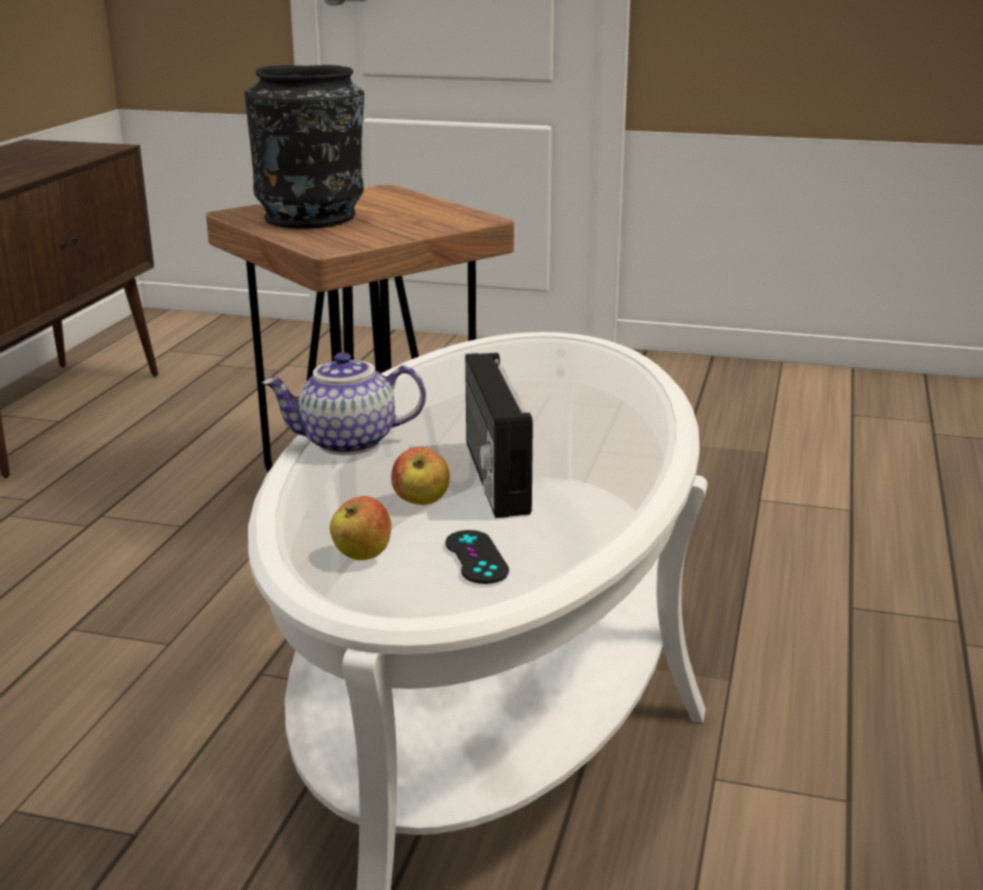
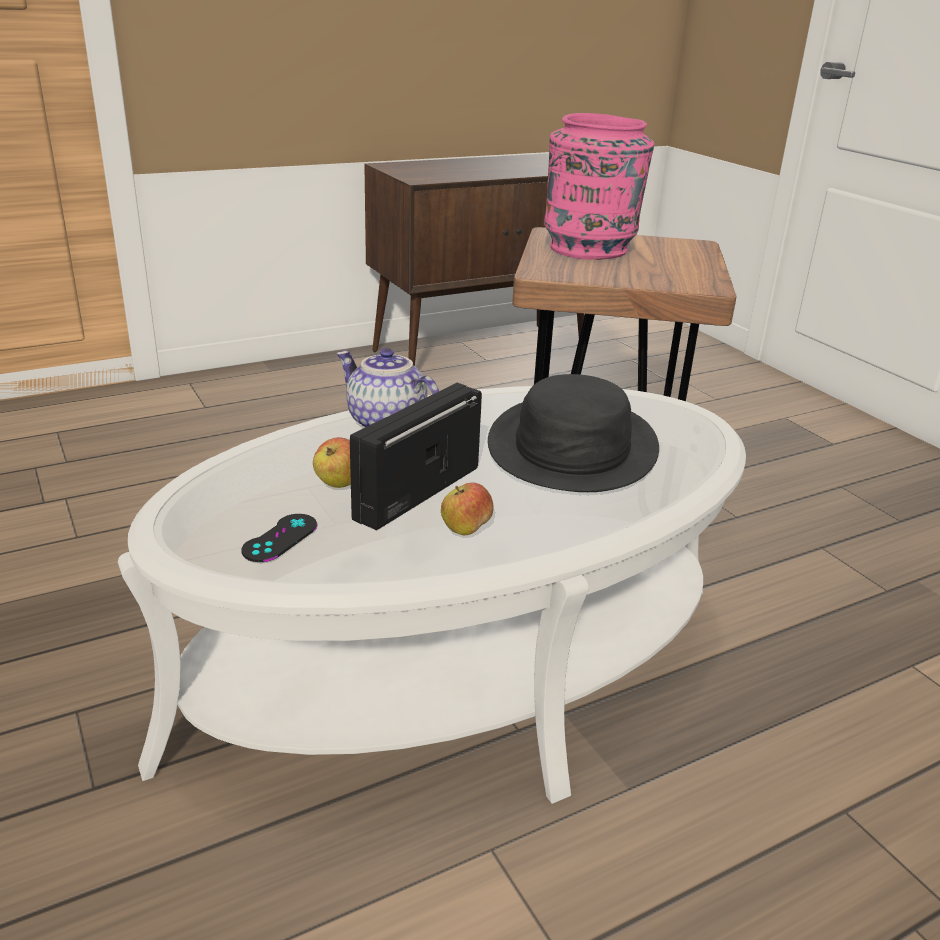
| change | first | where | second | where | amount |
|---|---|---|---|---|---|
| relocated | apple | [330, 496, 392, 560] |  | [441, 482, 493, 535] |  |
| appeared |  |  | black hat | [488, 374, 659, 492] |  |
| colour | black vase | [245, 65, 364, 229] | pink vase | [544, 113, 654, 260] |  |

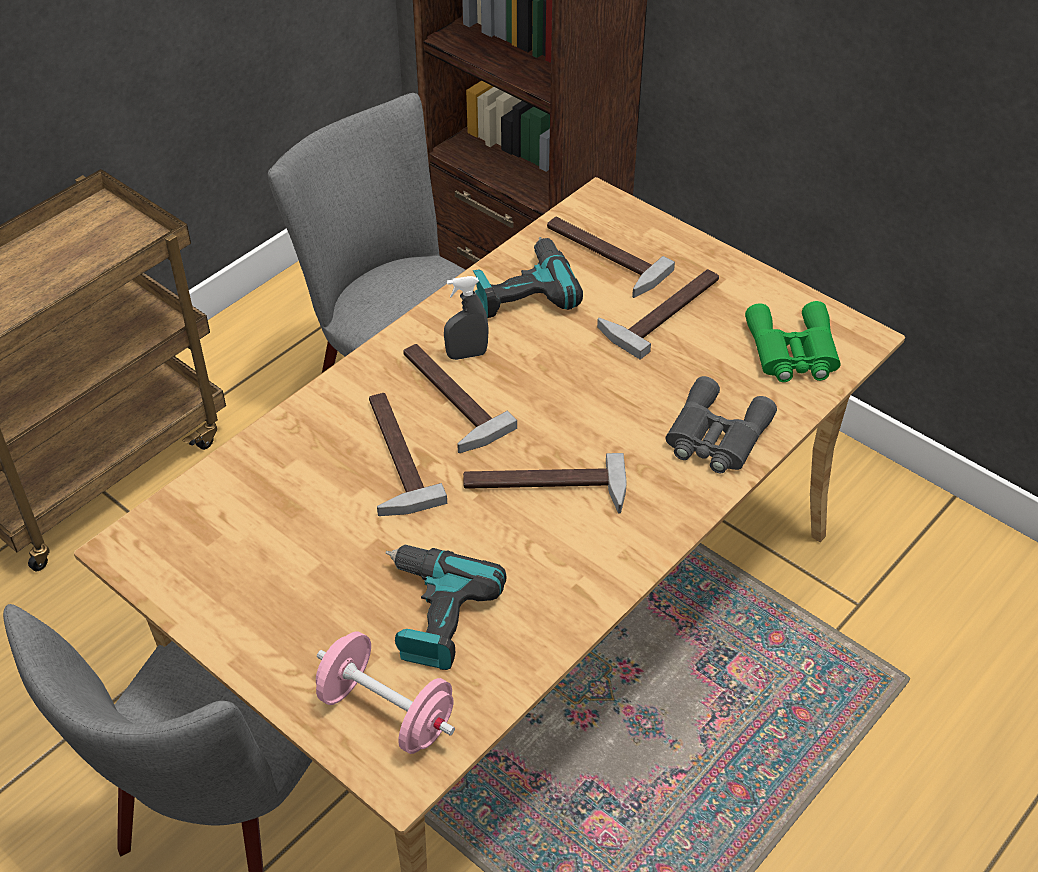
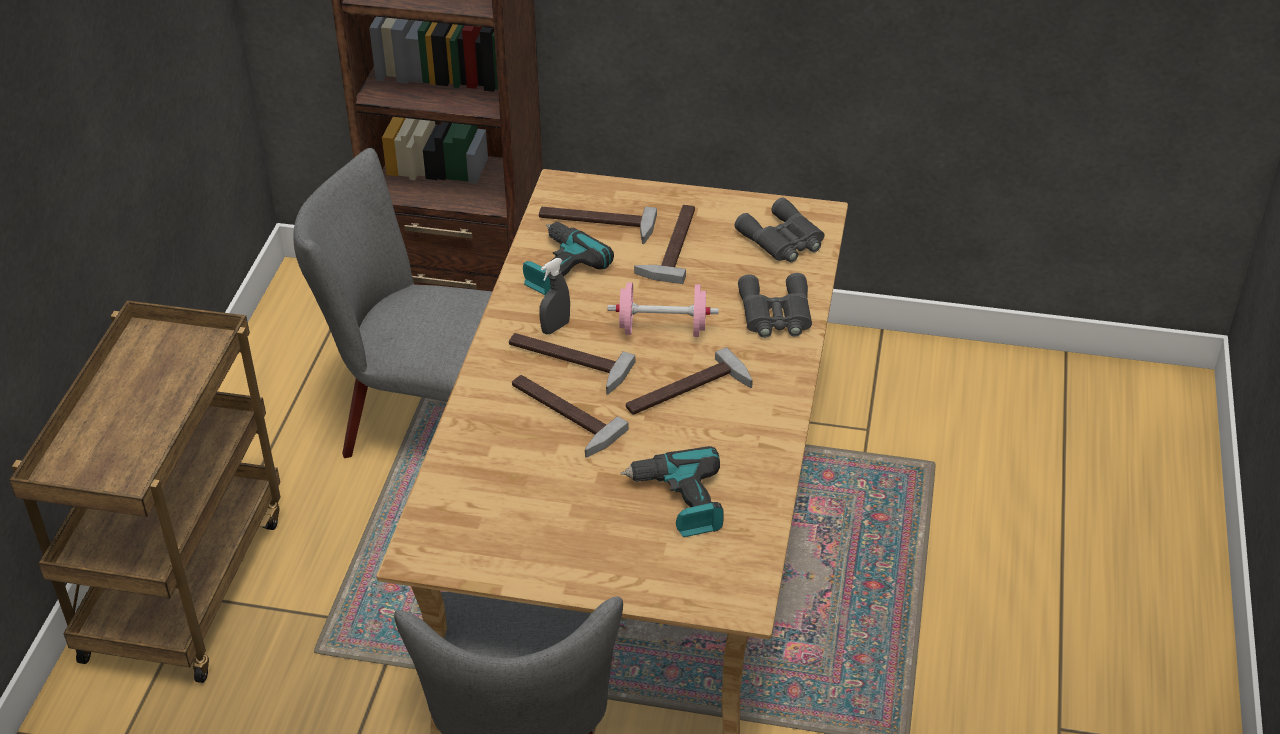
| change | first | where | second | where | amount |
|---|---|---|---|---|---|
| relocated | pink dumbbell | [316, 631, 455, 754] |  | [608, 282, 719, 337] |  |
| colour | green binoculars | [745, 301, 841, 382] | grey binoculars | [735, 198, 825, 262] |  |

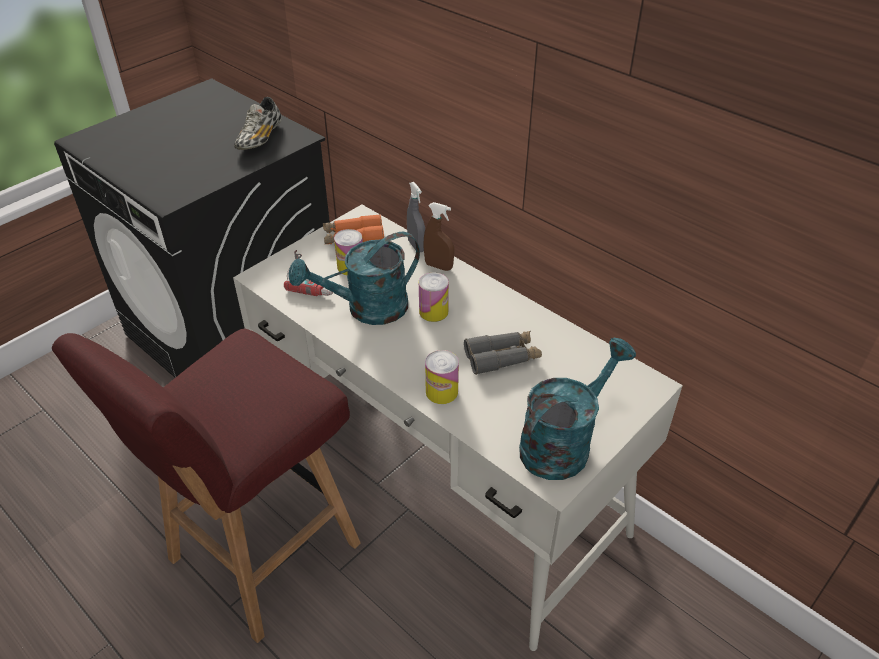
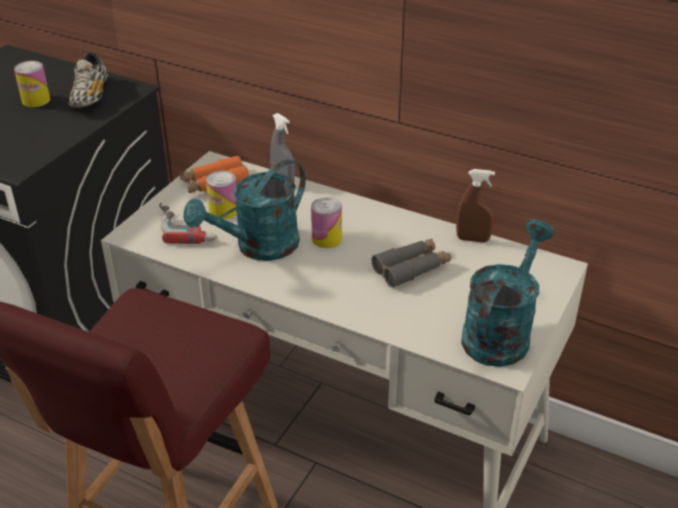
| change | first | where | second | where | amount |
|---|---|---|---|---|---|
| relocated | can | [425, 350, 459, 404] |  | [14, 61, 50, 107] |  |
| relocated | brown spray bottle | [423, 202, 454, 271] |  | [456, 169, 495, 243] |  |

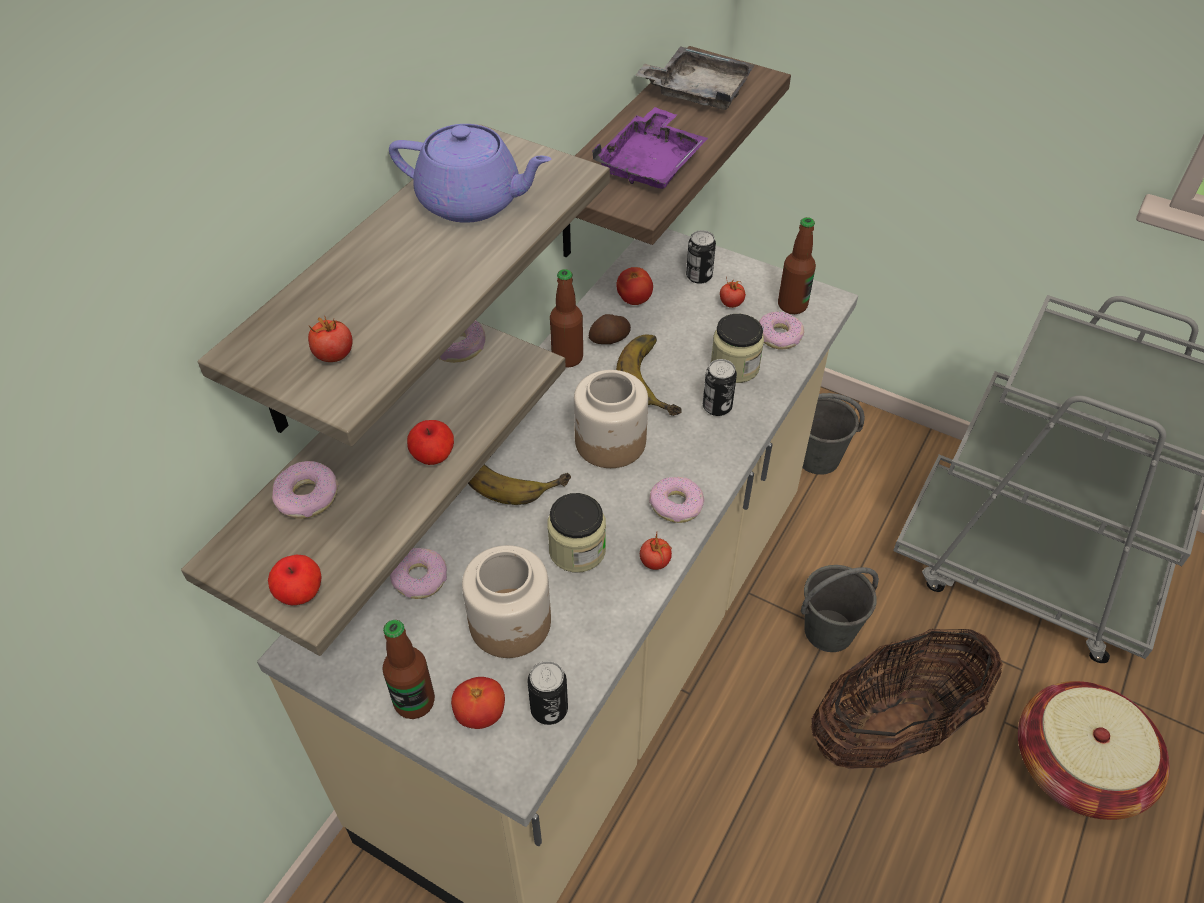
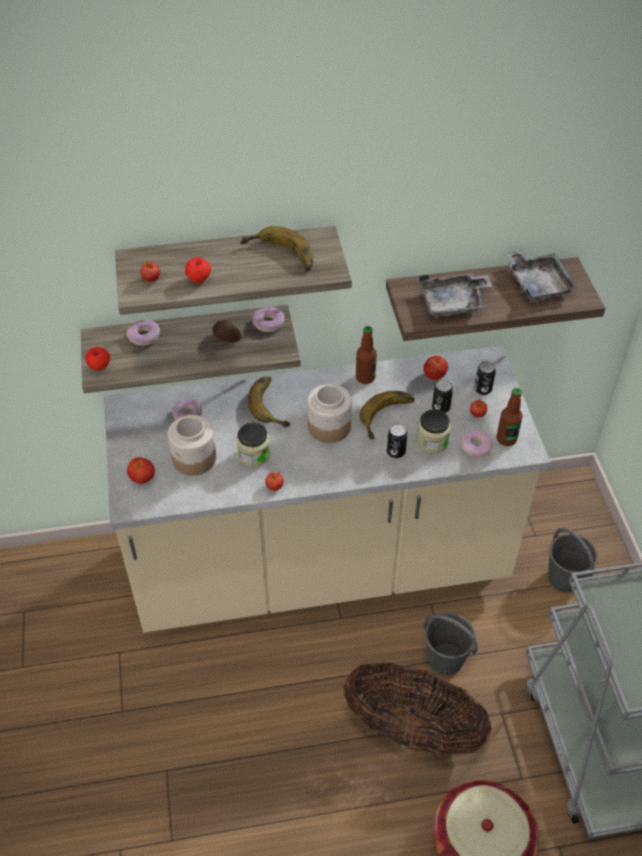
| change | first | where | second | where | amount |
|---|---|---|---|---|---|
| relocated | apple | [407, 420, 454, 465] |  | [185, 258, 211, 283] |  |
| relocated | potato | [589, 314, 631, 344] |  | [213, 320, 241, 342] |  |
| exchanged | purple teapot | [389, 124, 552, 223] | banana | [240, 226, 313, 271] |  |
| colour | purple tray | [592, 107, 708, 189] | grey tray | [419, 273, 492, 317] |  |
| relocated | can | [527, 661, 568, 725] |  | [432, 379, 453, 413] |  |
| missing | bottle | [382, 620, 435, 719] |  |  |  |
| missing | donut | [649, 477, 704, 523] |  |  |  |

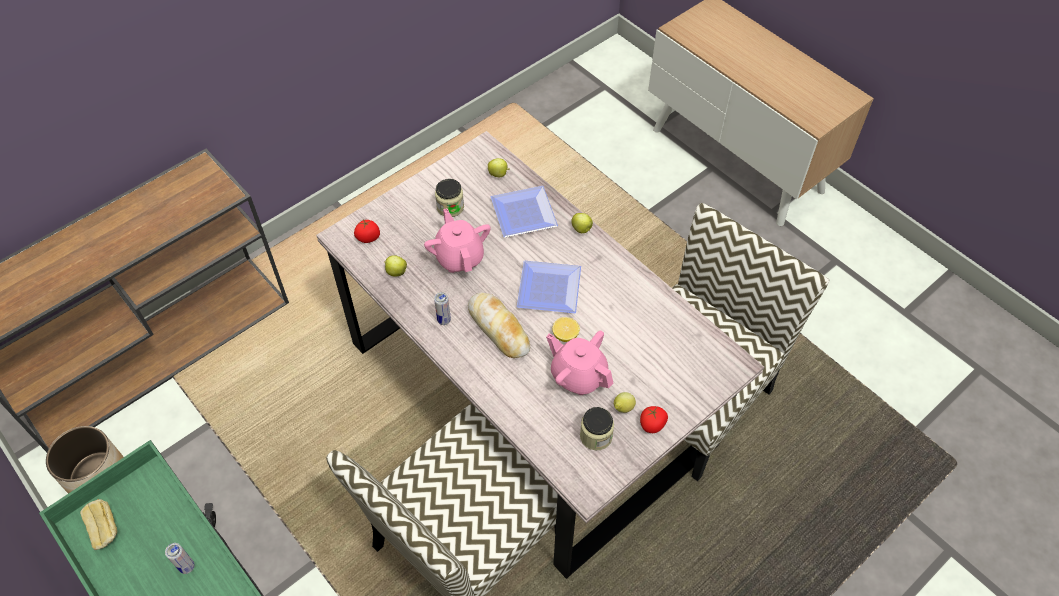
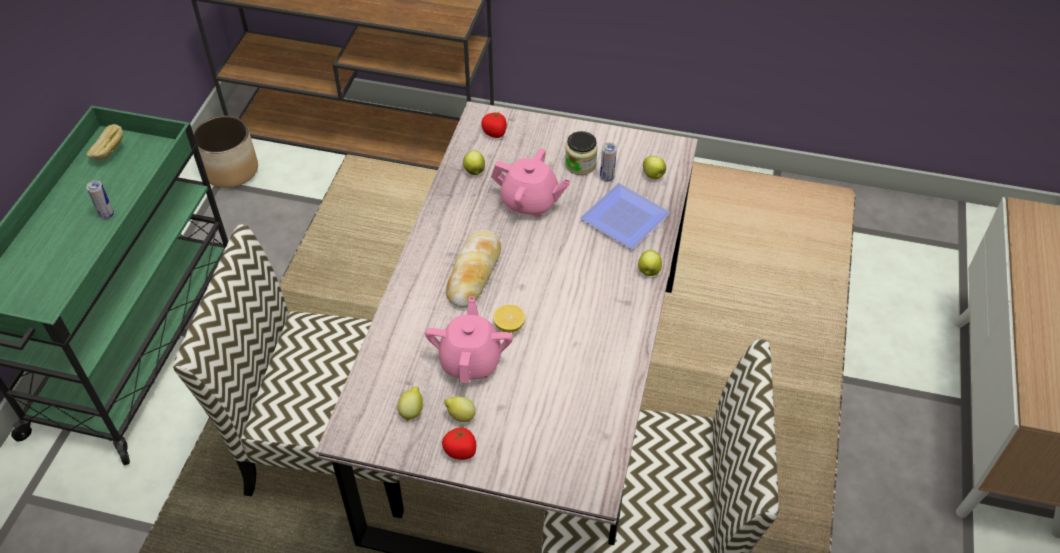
| change | first | where | second | where | amount |
|---|---|---|---|---|---|
| exchanged | jar | [580, 407, 614, 450] | lemon | [398, 386, 423, 421] |  |
| spun | pink teapot | [424, 208, 491, 273] |  | [491, 148, 571, 217] | 75 degrees clockwise |
| relocated | can | [434, 292, 451, 325] |  | [600, 142, 617, 182] |  |
| missing | plate | [517, 261, 581, 313] |  |  |  |

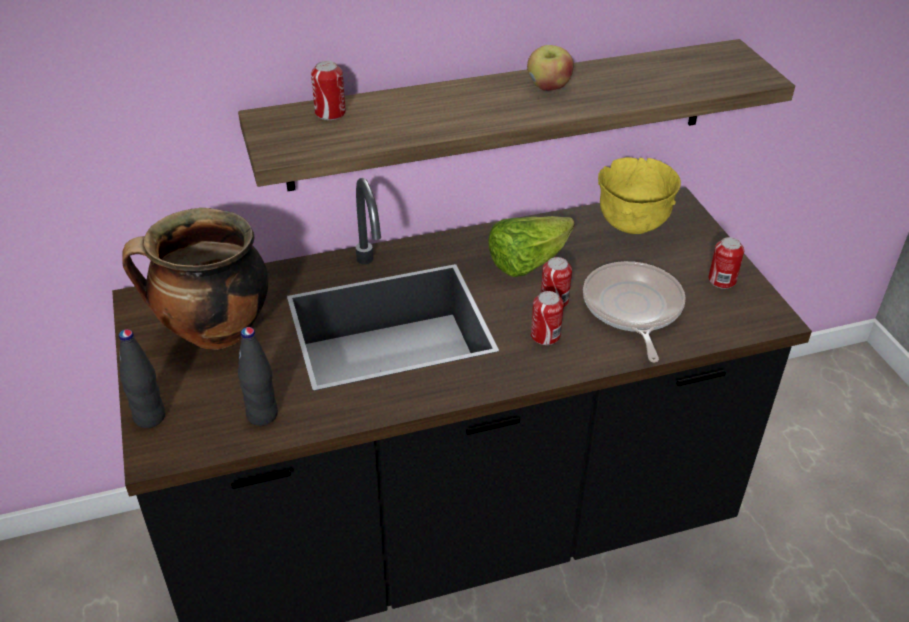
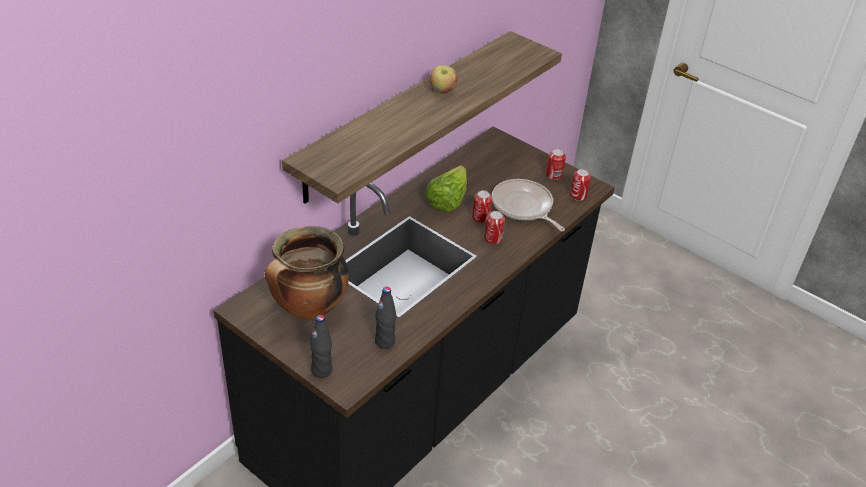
| change | first | where | second | where | amount |
|---|---|---|---|---|---|
| relocated | can | [311, 61, 346, 120] |  | [570, 169, 591, 201] |  |
| missing | yellow bowl | [598, 157, 681, 234] |  |  |  |

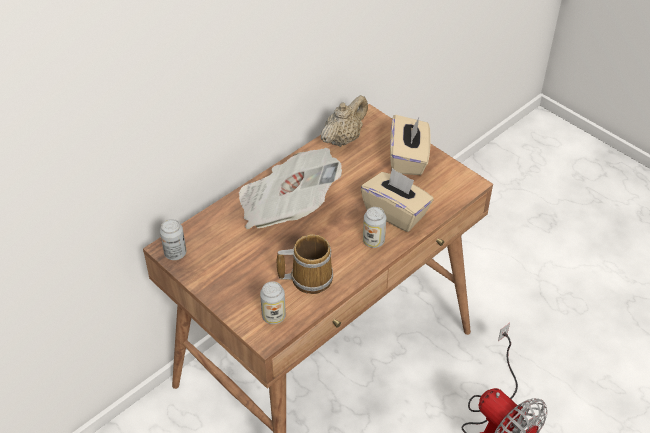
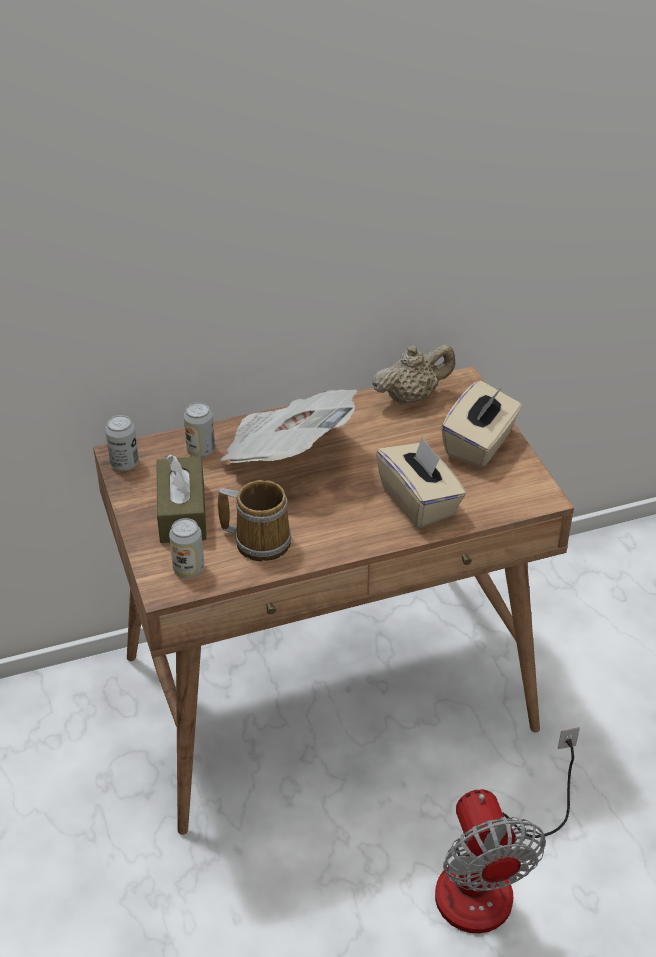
| change | first | where | second | where | amount |
|---|---|---|---|---|---|
| appeared |  |  | brown tissue box | [157, 454, 207, 543] |  |
| relocated | can | [363, 207, 386, 248] |  | [184, 402, 215, 457] |  |

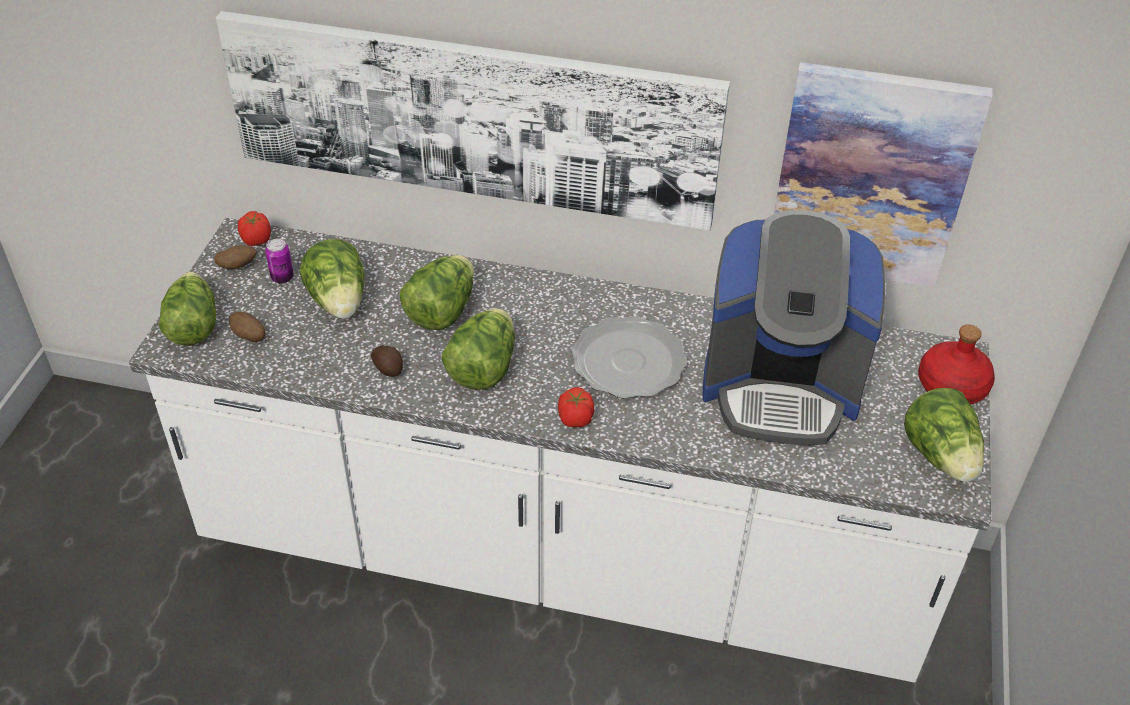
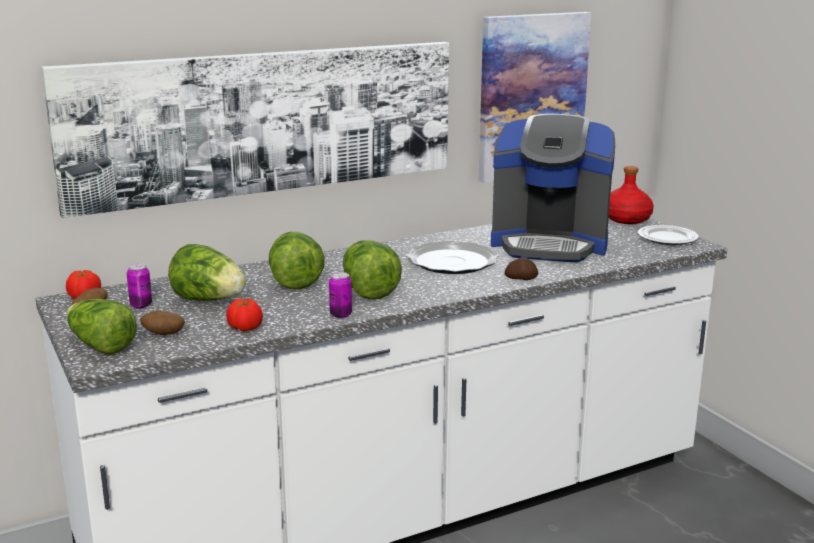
| change | first | where | second | where | amount |
|---|---|---|---|---|---|
| relocated | tomato | [558, 387, 594, 427] |  | [226, 298, 263, 331] |  |
| appeared |  |  | can | [329, 272, 352, 318] |  |
| spun | coffee machine | [703, 210, 885, 445] |  | [491, 114, 615, 262] | 45 degrees clockwise |
| relocated | potato | [371, 345, 403, 377] |  | [505, 257, 538, 280] |  |
| exchanged | lettuce | [904, 388, 984, 482] | plate | [638, 225, 699, 245] |  |

